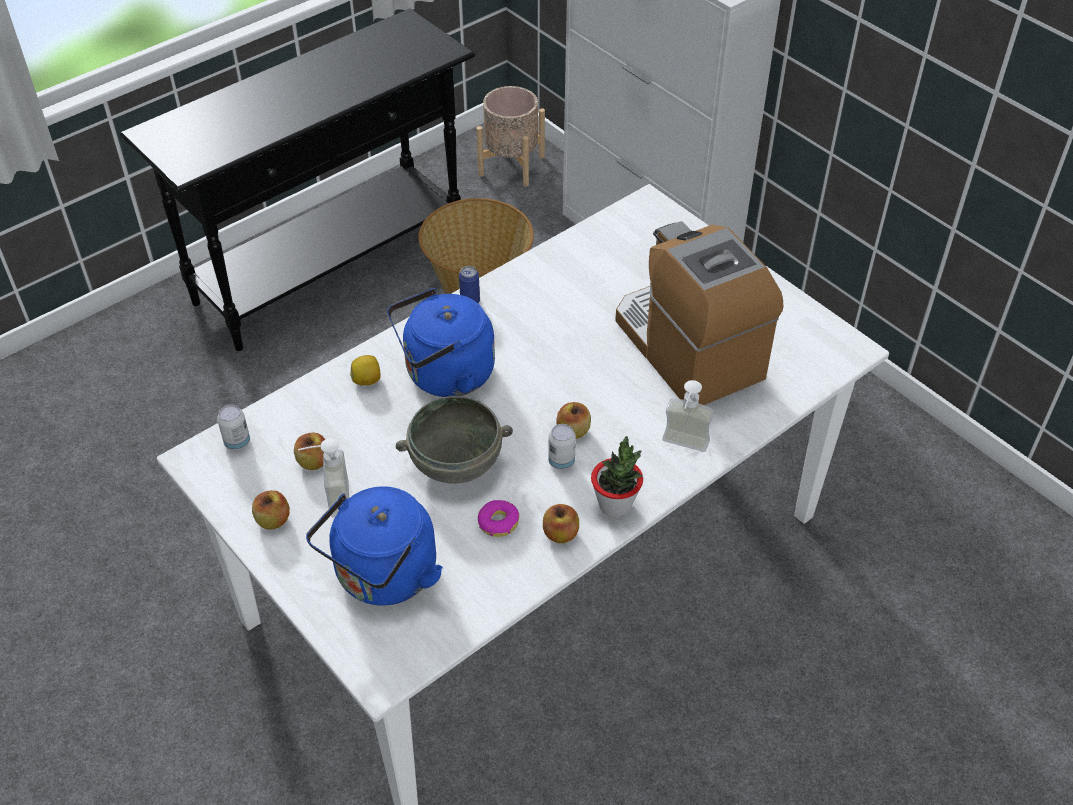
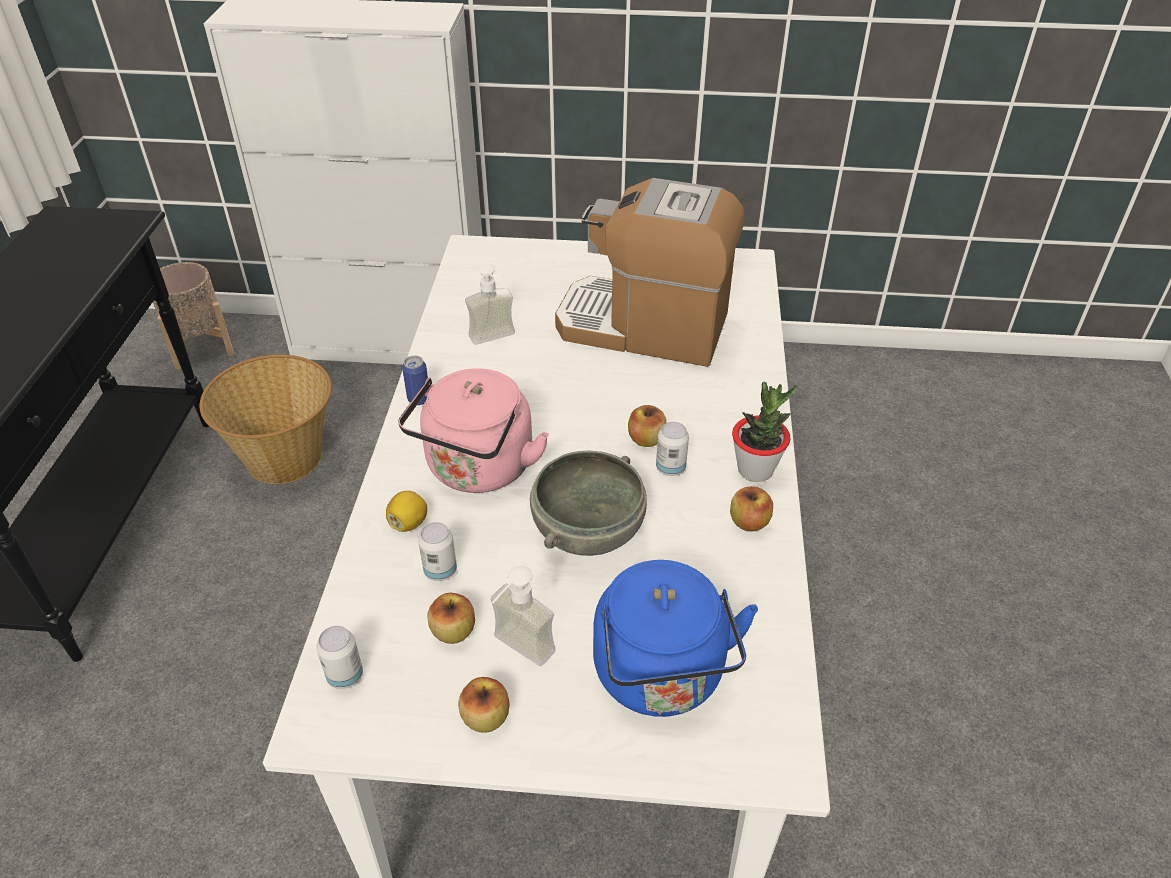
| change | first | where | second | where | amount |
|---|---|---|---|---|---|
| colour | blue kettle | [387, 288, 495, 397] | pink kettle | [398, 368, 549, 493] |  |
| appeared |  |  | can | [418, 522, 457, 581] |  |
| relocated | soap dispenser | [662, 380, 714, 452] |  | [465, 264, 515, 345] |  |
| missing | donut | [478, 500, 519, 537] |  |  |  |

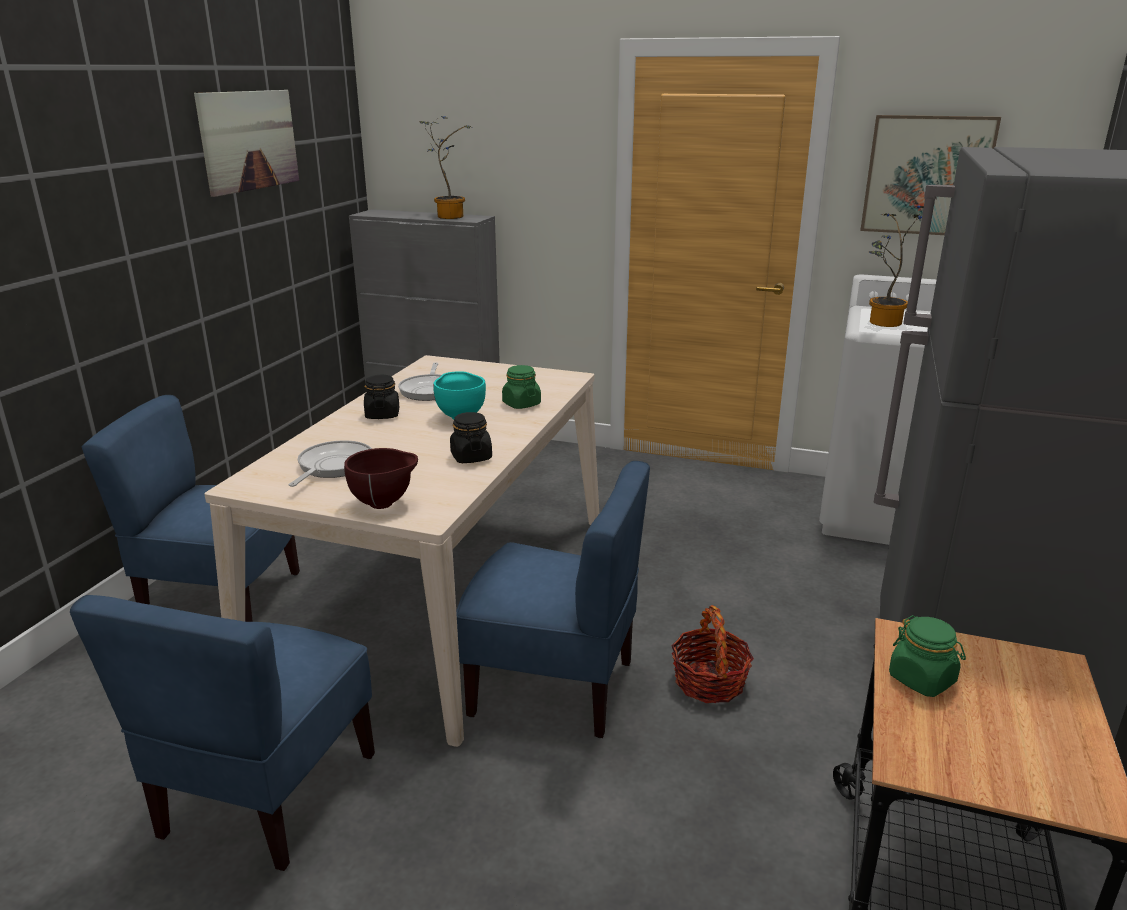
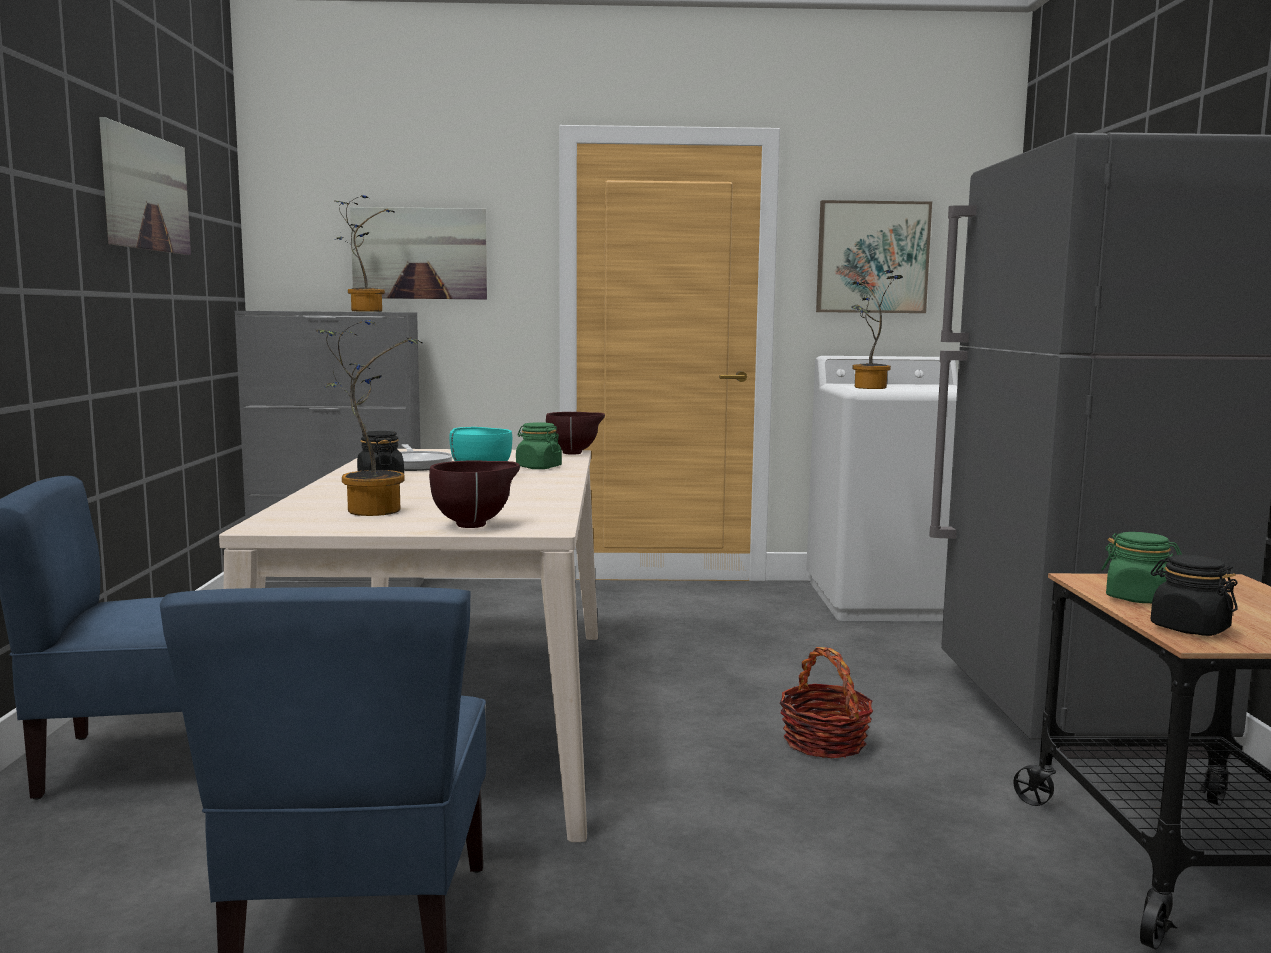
| change | first | where | second | where | amount |
|---|---|---|---|---|---|
| exchanged | frying pan | [288, 440, 372, 487] | potted plant | [316, 320, 423, 516] |  |
| appeared |  |  | picture | [350, 207, 487, 300] |  |
| appeared |  |  | brown bowl | [546, 412, 605, 455] |  |
| relocated | black jar | [450, 412, 492, 463] |  | [1151, 555, 1238, 636] |  |
| missing | blue chair | [456, 461, 650, 738] |  |  |  |

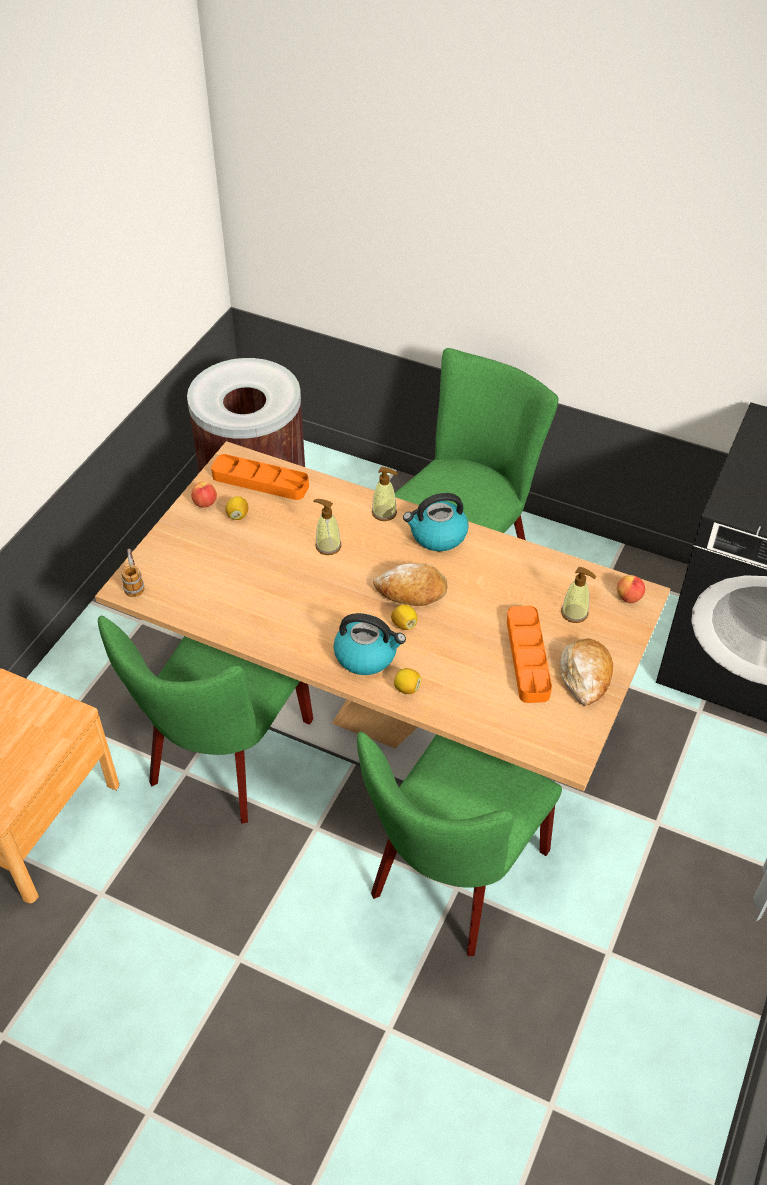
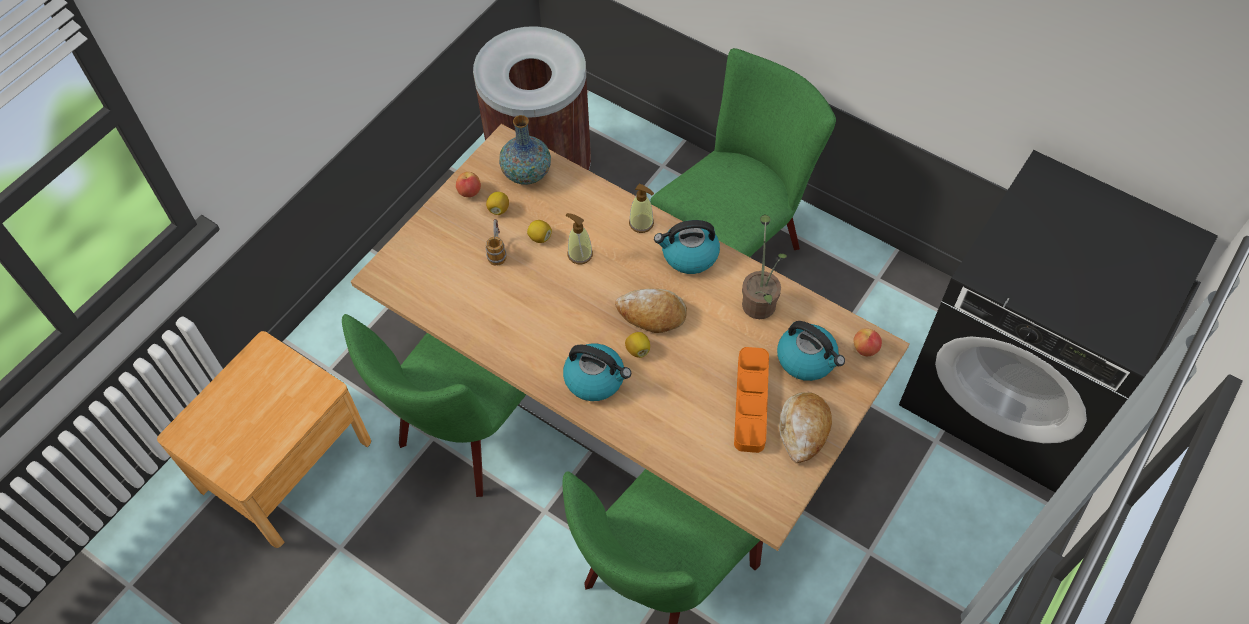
| change | first | where | second | where | amount |
|---|---|---|---|---|---|
| relocated | mug | [121, 549, 145, 597] |  | [486, 219, 507, 266] |  |
| exchanged | orange tray | [211, 454, 309, 500] | vase | [499, 115, 551, 184] |  |
| relocated | lemon | [394, 668, 421, 694] |  | [527, 220, 552, 243] |  |
| appeared |  |  | potted plant | [742, 215, 787, 319] |  |
| exchanged | soap dispenser | [561, 567, 596, 623] | kettle | [777, 321, 845, 381] |  |

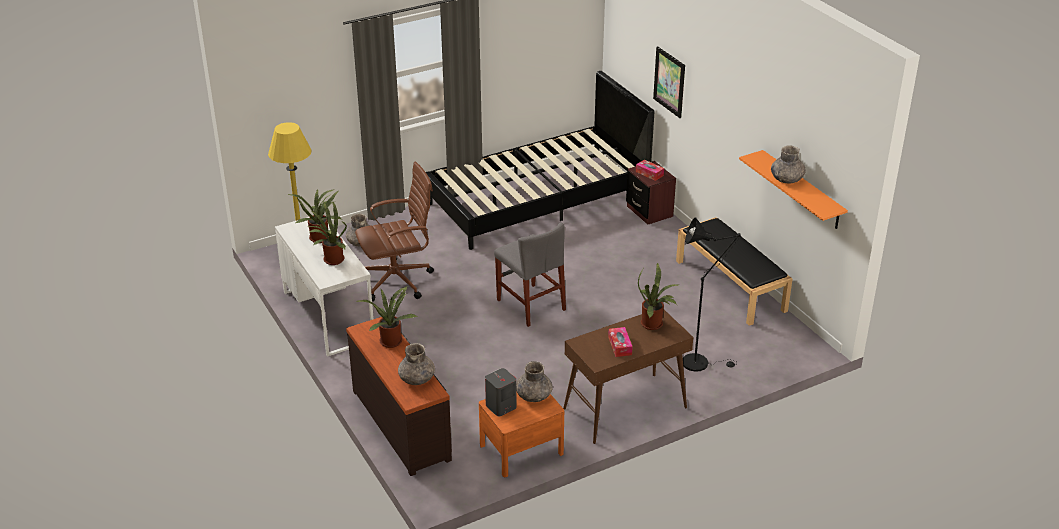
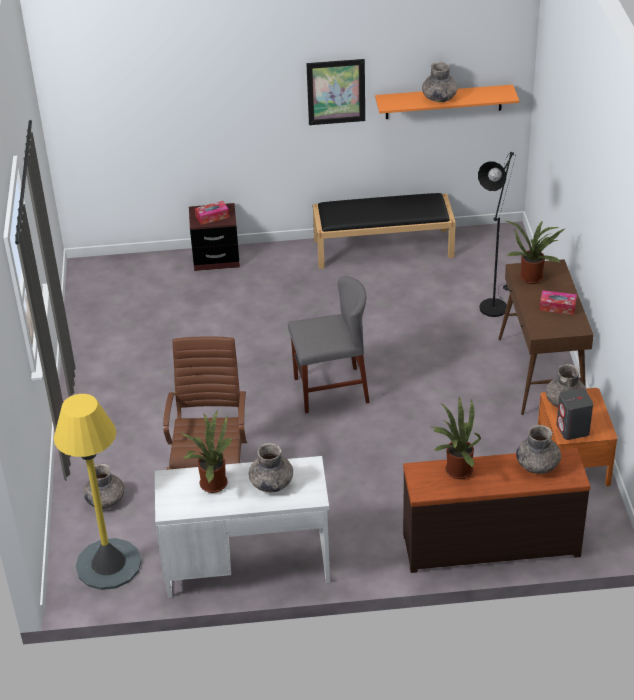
| change | first | where | second | where | amount |
|---|---|---|---|---|---|
| exchanged | potted plant | [308, 202, 347, 265] | grey vase | [249, 443, 293, 492] |  |
| relocated | picture | [653, 46, 685, 118] |  | [306, 59, 365, 125] |  |
| missing | black bed | [426, 71, 654, 250] |  |  |  |

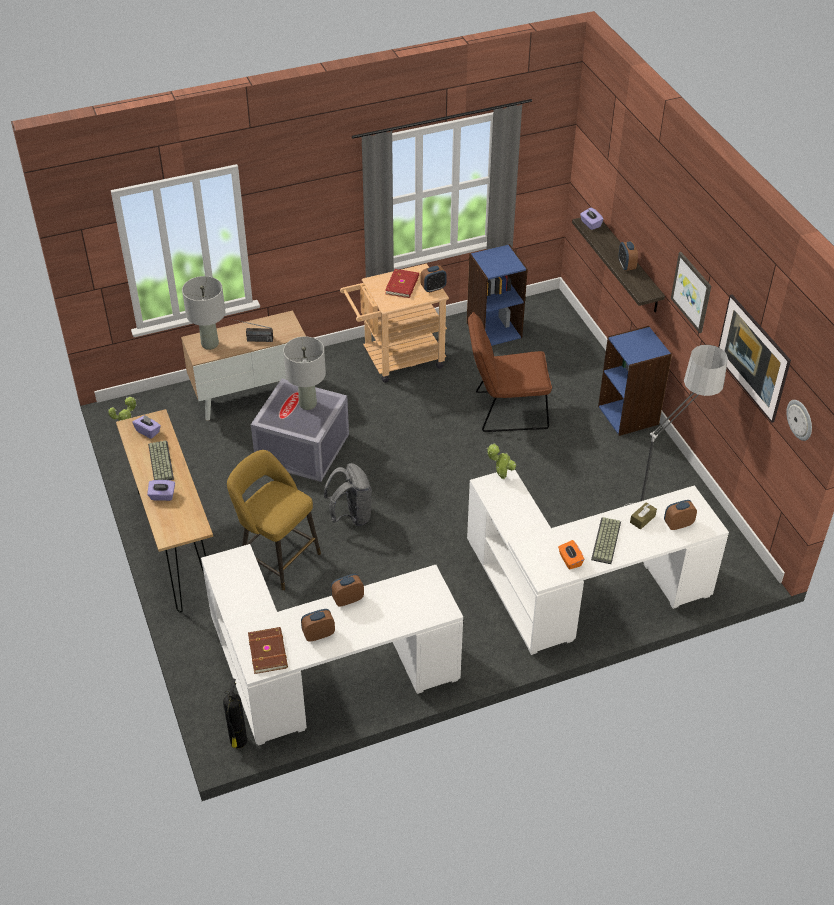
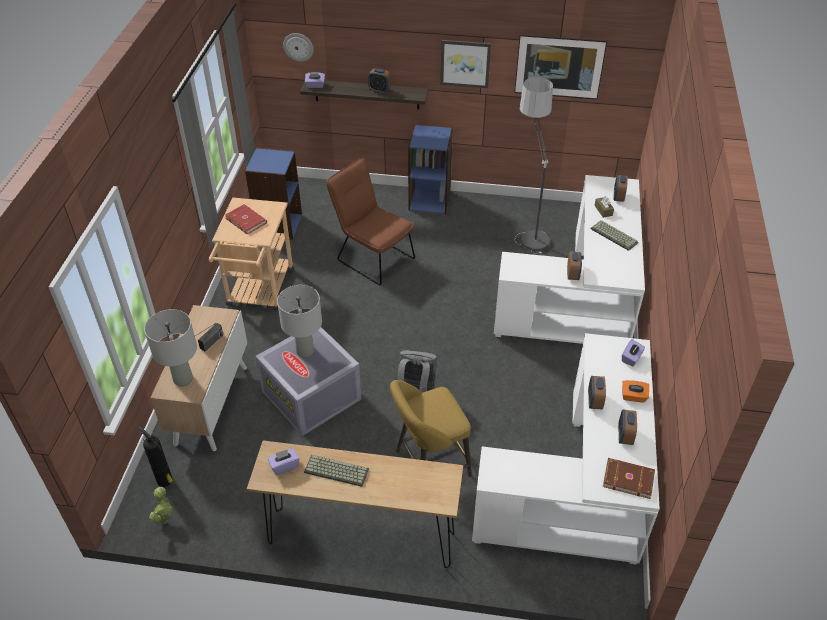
| change | first | where | second | where | amount |
|---|---|---|---|---|---|
| relocated | fire extinguisher | [223, 679, 247, 748] |  | [138, 427, 173, 487] |  |
| relocated | wall clock | [786, 400, 812, 441] |  | [283, 33, 314, 62] |  |
| spun | brown chair | [468, 312, 552, 432] |  | [326, 158, 415, 286] | 105 degrees clockwise |
| relocated | alarm clock | [420, 265, 447, 293] |  | [567, 252, 582, 280] |  |
| relocated | purple tissue box | [147, 480, 175, 501] |  | [622, 339, 645, 366] |  |
| relocated | orange tissue box | [558, 540, 584, 570] |  | [622, 380, 649, 403] |  |
| missing | potted plant | [487, 443, 516, 479] |  |  |  |

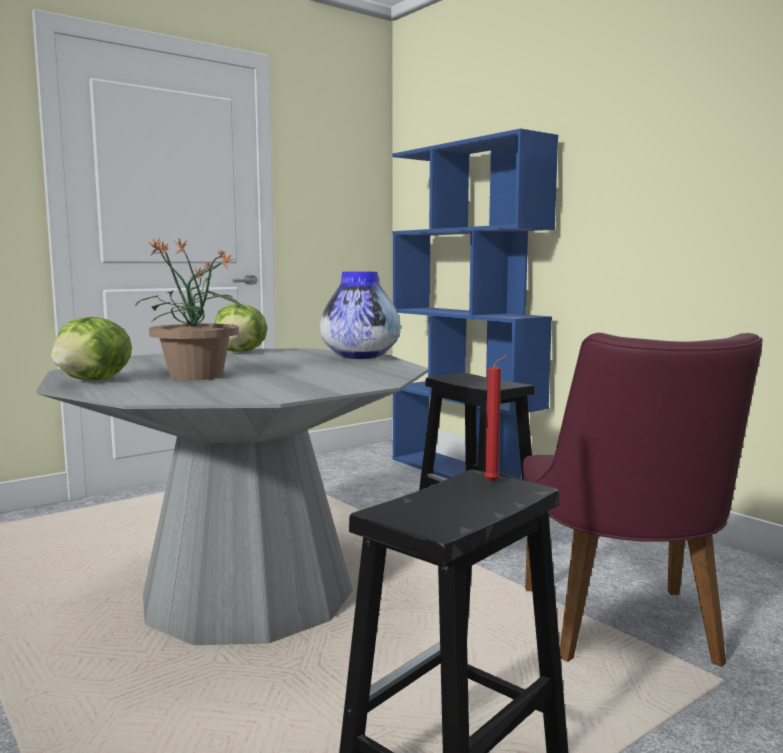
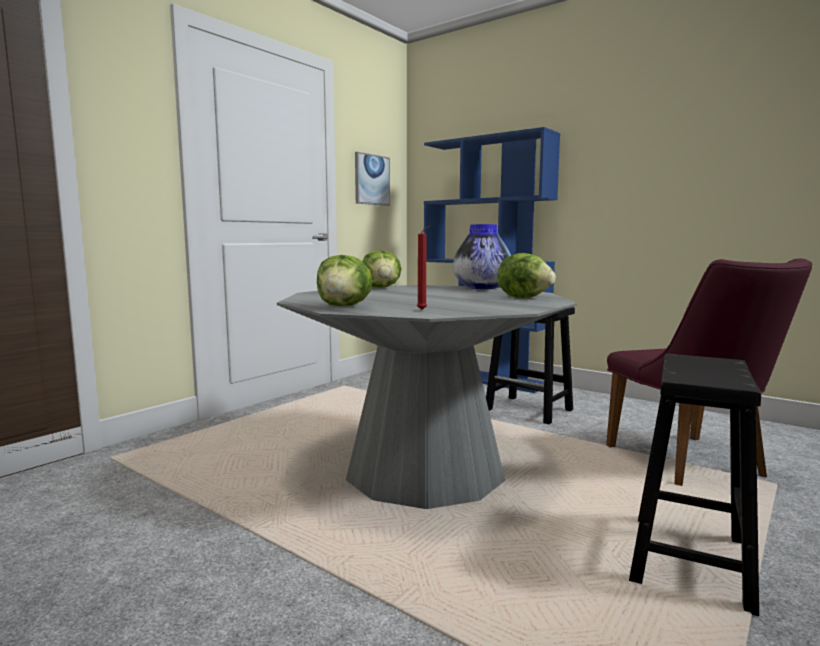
| change | first | where | second | where | amount |
|---|---|---|---|---|---|
| appeared |  |  | picture | [355, 152, 390, 206] |  |
| relocated | red candle | [484, 355, 509, 482] |  | [417, 225, 431, 310] |  |
| appeared |  |  | lettuce | [497, 253, 556, 298] |  |
| missing | potted plant | [135, 238, 245, 380] |  |  |  |

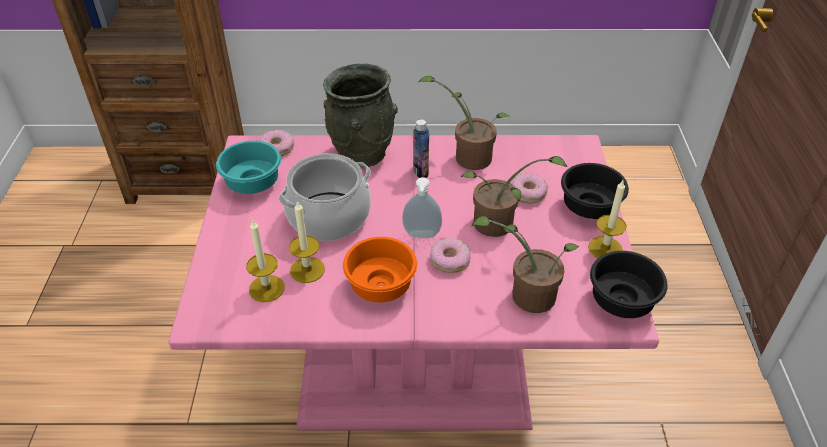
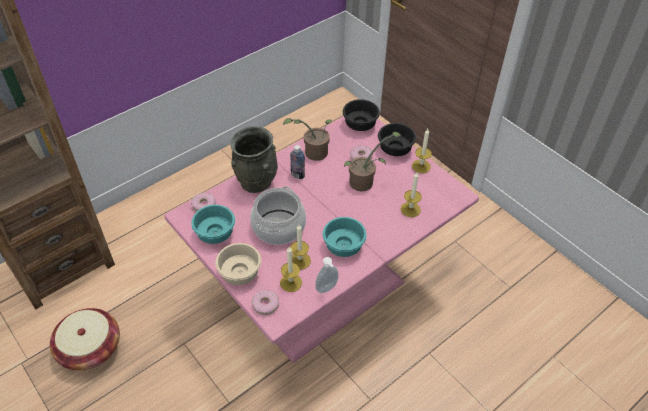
| change | first | where | second | where | amount |
|---|---|---|---|---|---|
| appeared |  |  | basket | [50, 308, 120, 370] |  |
| appeared |  |  | beige bowl | [215, 243, 261, 285] |  |
| relocated | donut | [430, 238, 470, 273] |  | [251, 290, 279, 315] |  |
| relocated | soap dispenser | [402, 177, 442, 238] |  | [315, 257, 339, 293] |  |
| colour | orange bowl | [343, 237, 417, 302] | turquoise bowl | [323, 217, 367, 257] |  |
| relocated | black bowl | [590, 251, 668, 318] |  | [343, 99, 380, 131] |  |
| exchanged | potted plant | [471, 216, 579, 313] | candle | [401, 172, 422, 217] |  |

